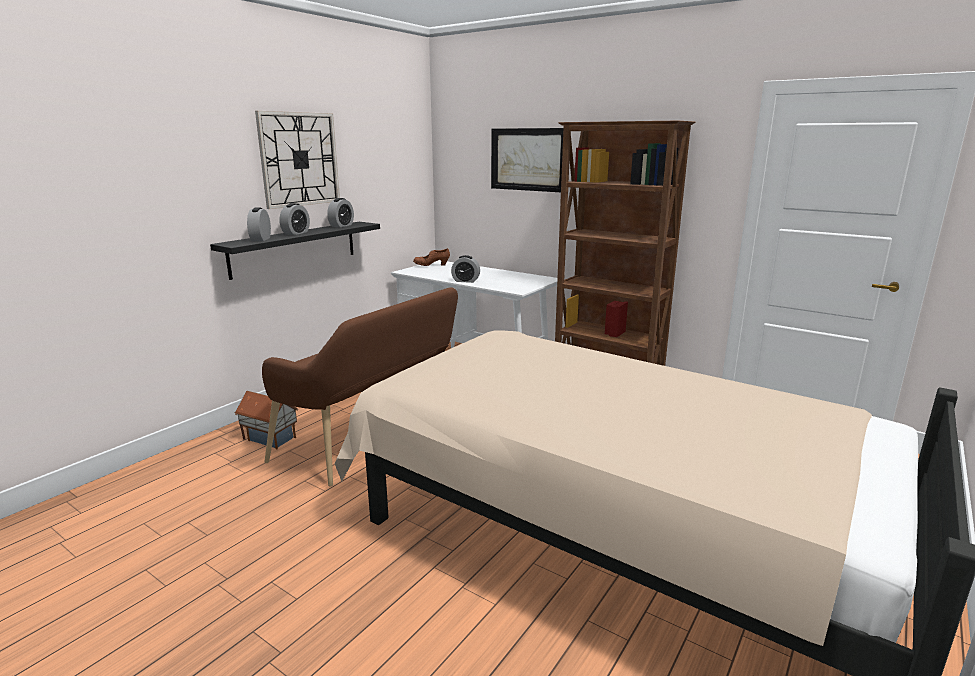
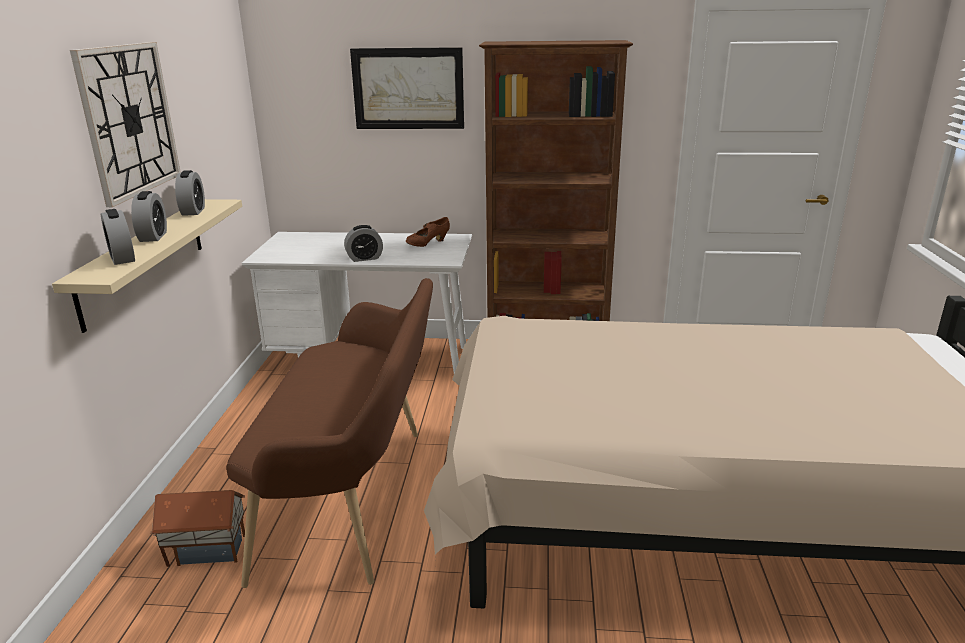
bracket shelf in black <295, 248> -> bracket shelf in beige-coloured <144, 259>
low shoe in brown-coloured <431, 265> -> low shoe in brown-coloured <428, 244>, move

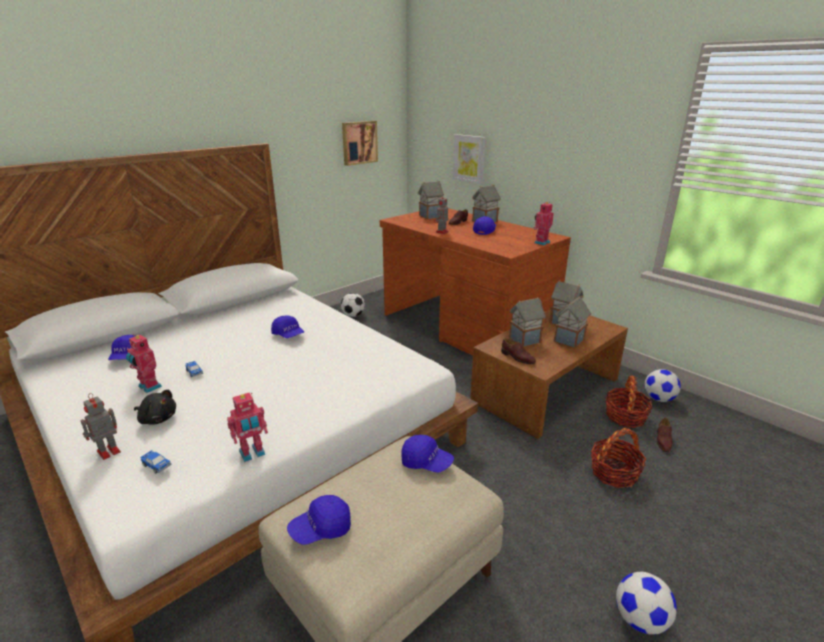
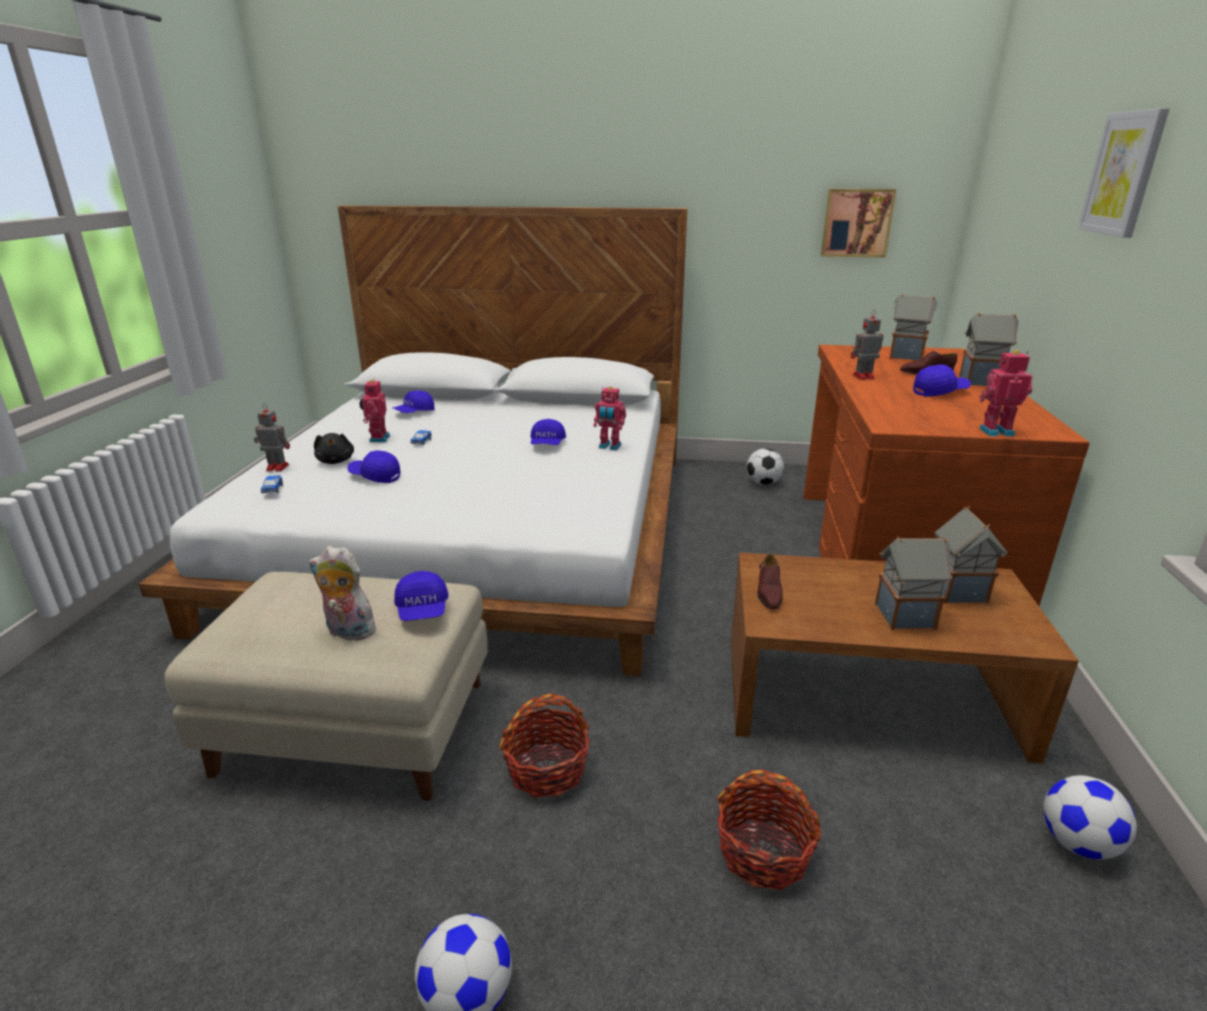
toy robot <252, 454> -> toy robot <609, 447>, move
baseball cap in blue-coloured <321, 529> -> baseball cap in blue-coloured <375, 476>, move
picture <469, 158> -> picture <1123, 174>, move
miniature house <524, 340> -> none
basket <625, 416> -> basket <547, 769>, move
low shoe in brown-coloured <663, 440> -> none
none -> plush toy <347, 632>

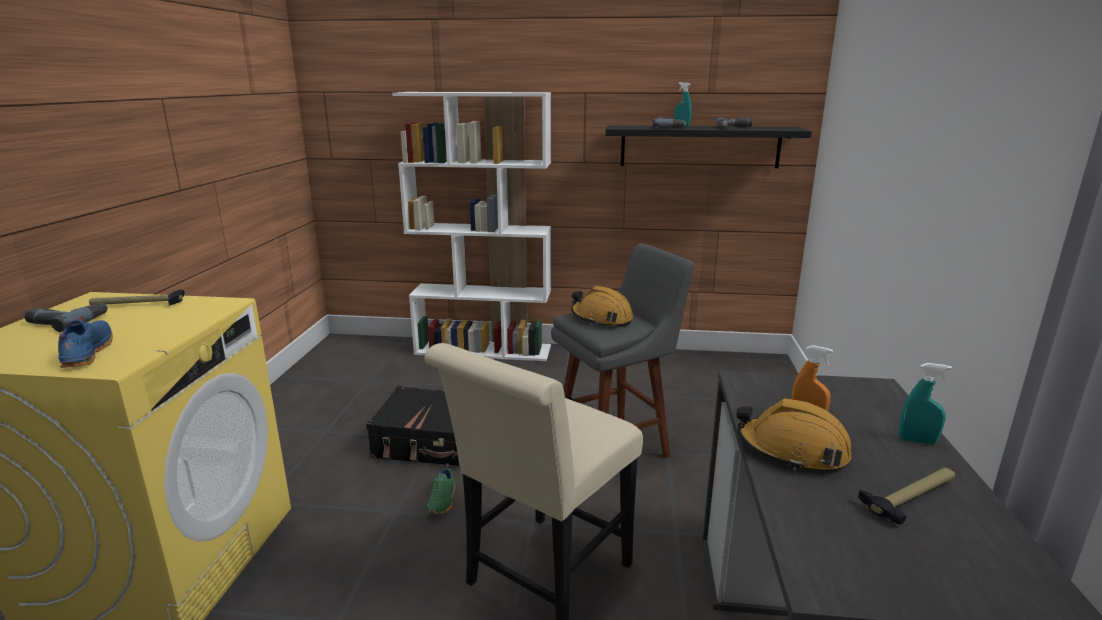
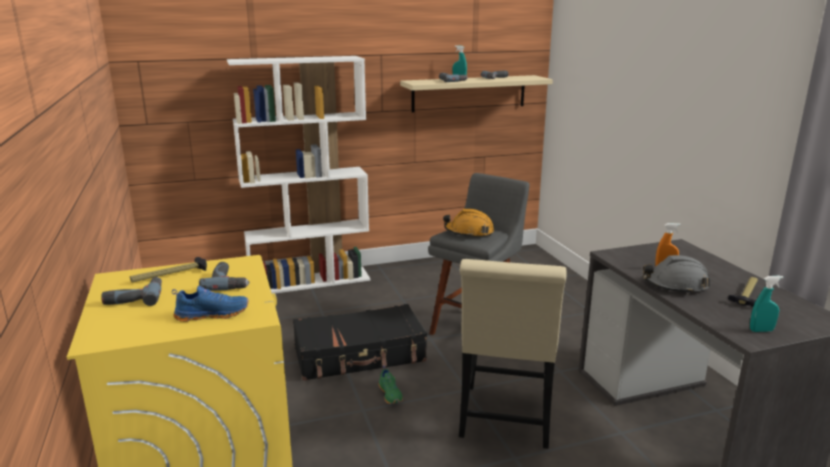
low shoe in blue-coloured <86, 353> -> low shoe in blue-coloured <212, 314>, 120 degrees clockwise
bracket shelf in black <699, 146> -> bracket shelf in beige-coloured <469, 93>
safety helmet in orangey <792, 450> -> safety helmet in greyish <675, 285>
sprayer in turquoise <917, 441> -> sprayer in turquoise <761, 330>, move
none -> drill <228, 282>

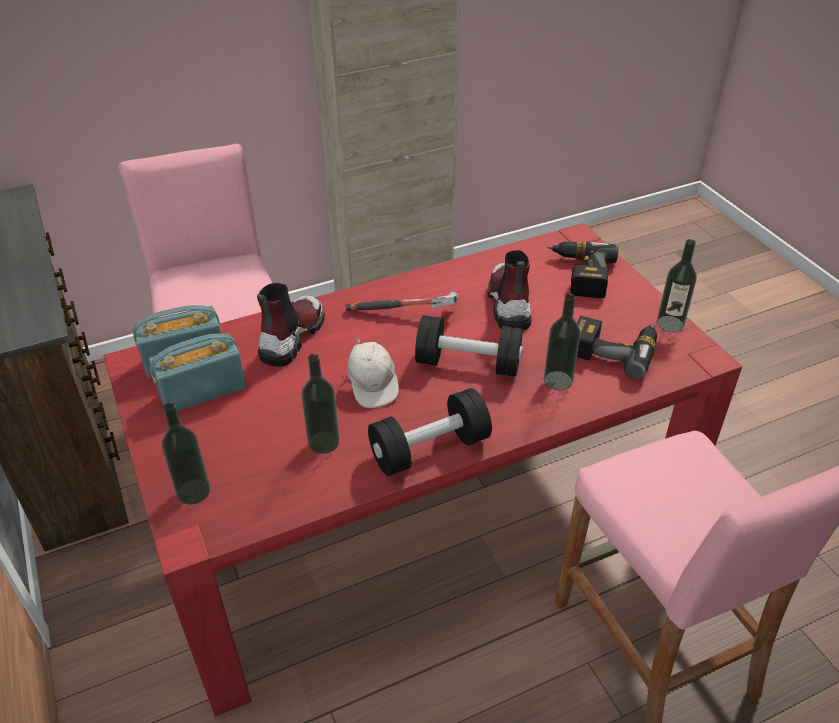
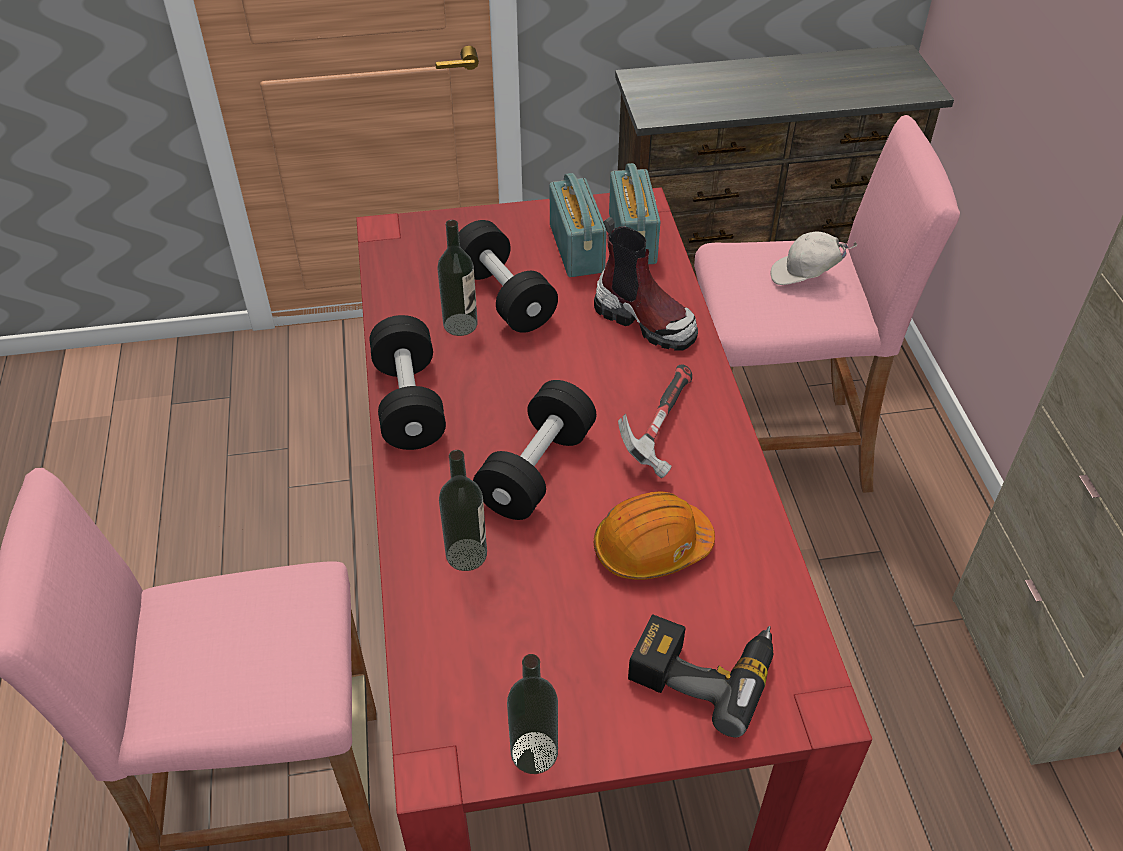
drink bottle <193, 491> -> none
baseball cap in white <373, 385> -> baseball cap in white <805, 276>, move
high-top boot <508, 303> -> safety helmet in orangey <651, 548>
drill <613, 349> -> none
none -> hand weight in black <504, 297>

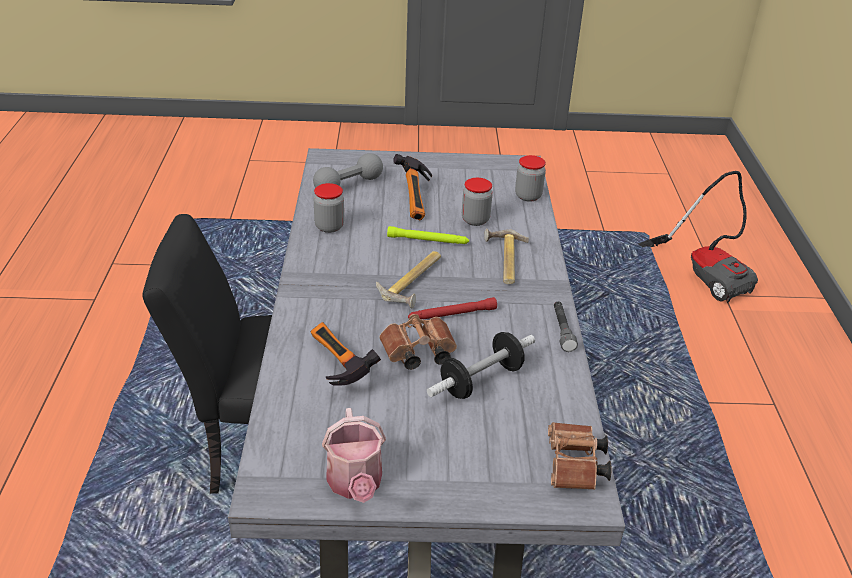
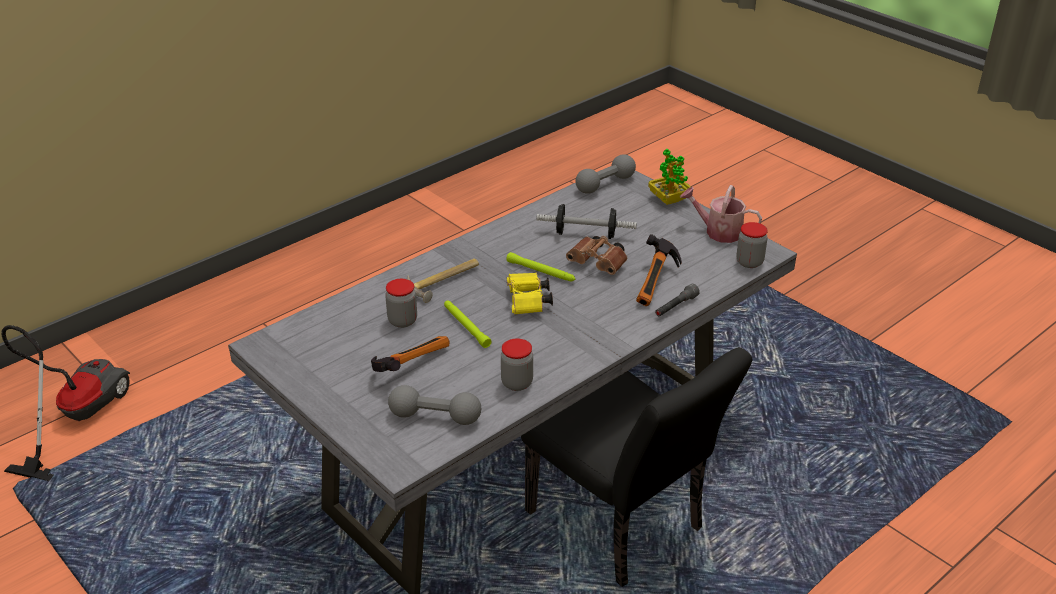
sprinkling can <355, 484> -> sprinkling can <718, 231>, 105 degrees counterclockwise
hammer <415, 282> -> pair of binoculars in yellow <528, 303>
hand torch in red-coloured <451, 314> -> hand torch in green-coloured <541, 272>
preserve jar <528, 196> -> preserve jar <749, 262>, move
pair of binoculars in brown-coloured <574, 468> -> hand weight in greyish <605, 184>
hand torch in greyish <562, 331> -> hand torch in greyish <675, 307>, move
none -> houseplant <669, 199>

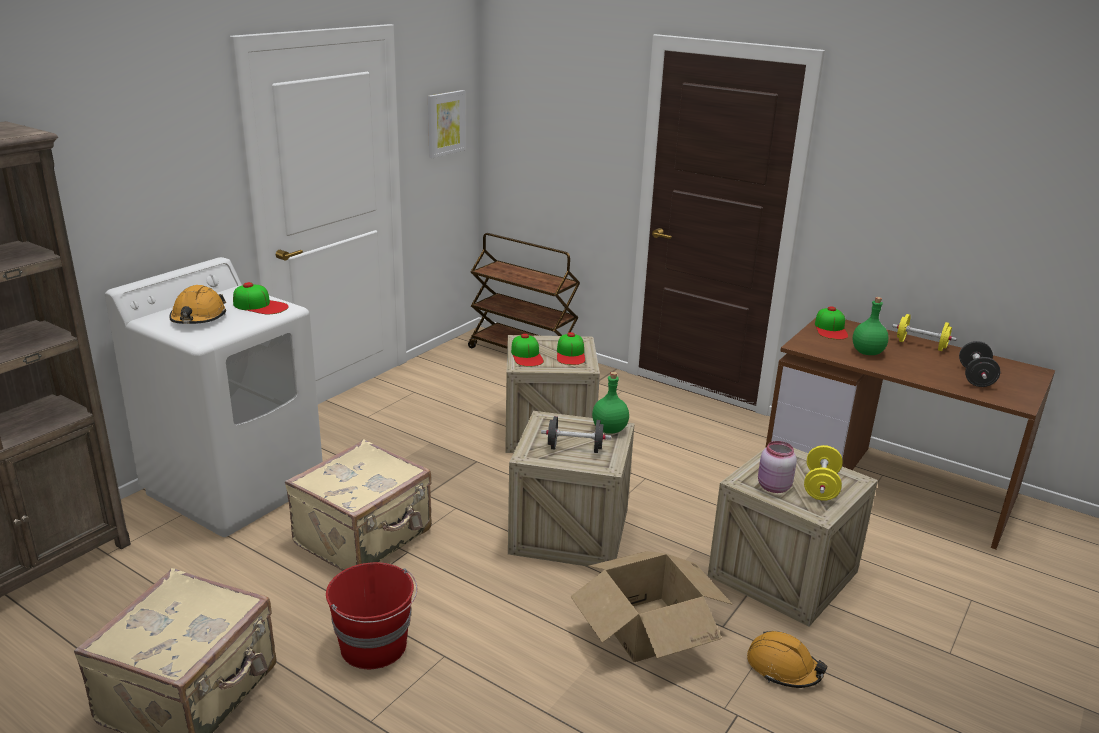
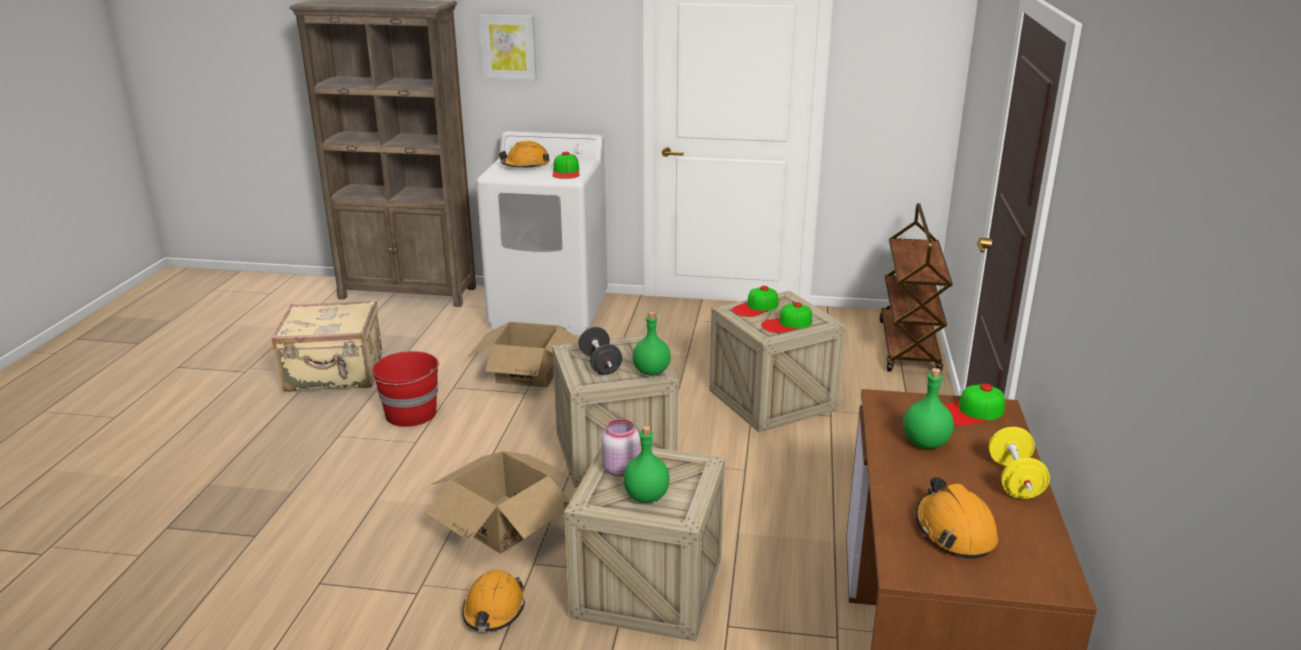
travel case in beige-coloured <365, 538> -> cardboard box <529, 372>
picture <445, 123> -> picture <508, 47>, move
hand weight in yellow <820, 487> -> drink bottle in green-coloured <646, 497>
hand weight in black <975, 377> -> safety helmet in orangey <954, 530>

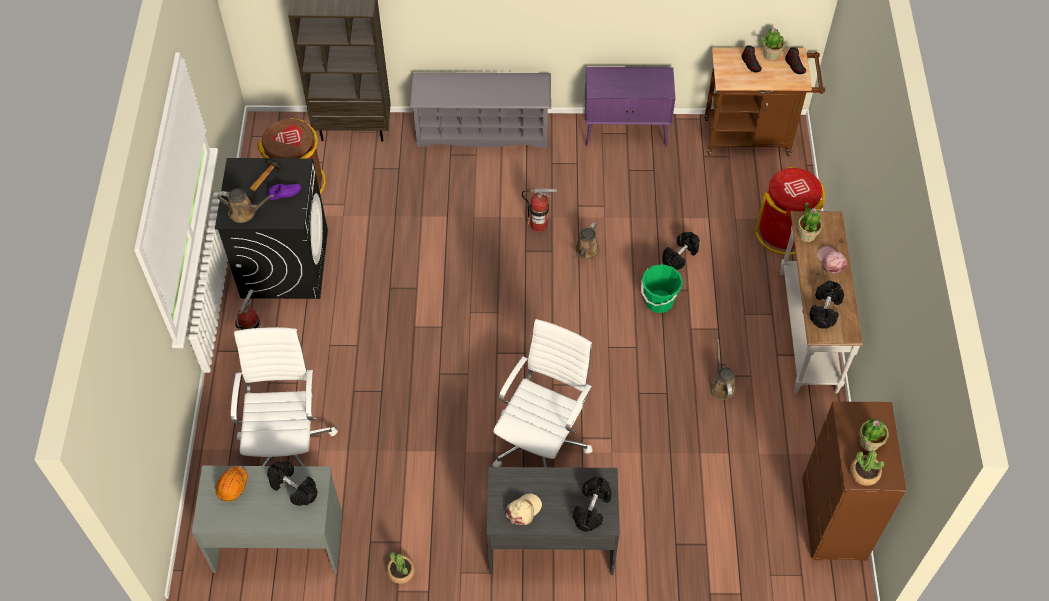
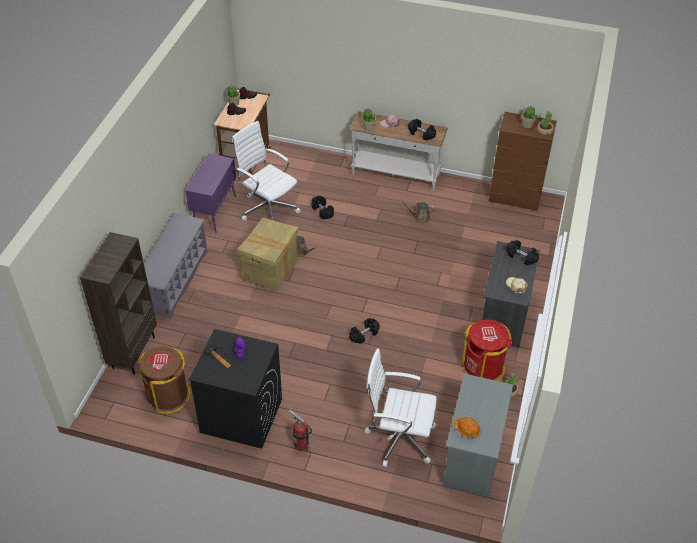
sprinkling can in brown-coloured <245, 212> -> none
hand weight in black <293, 488> -> hand weight in black <364, 335>, move
desk chair in white <542, 442> -> desk chair in white <268, 208>, move
fire extinguisher <539, 224> -> cardboard box <270, 269>
pail in green-coloured <659, 301> -> none
rubbish bin in red-coloured <784, 232> -> rubbish bin in red-coloured <483, 367>, move

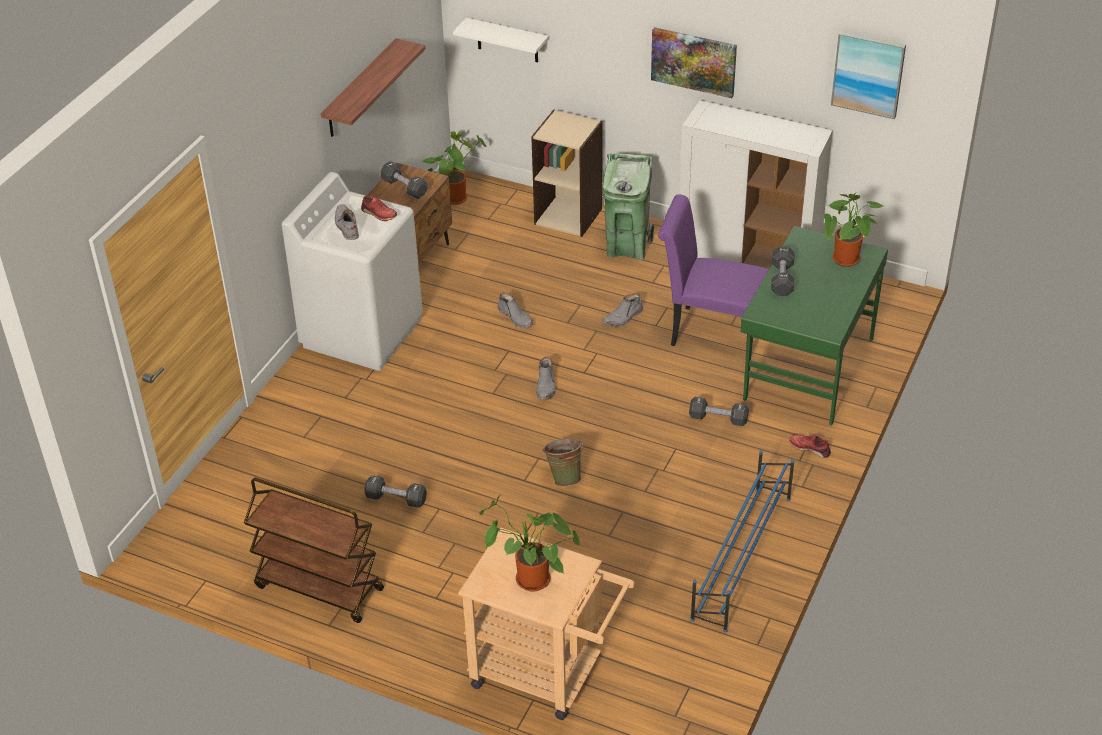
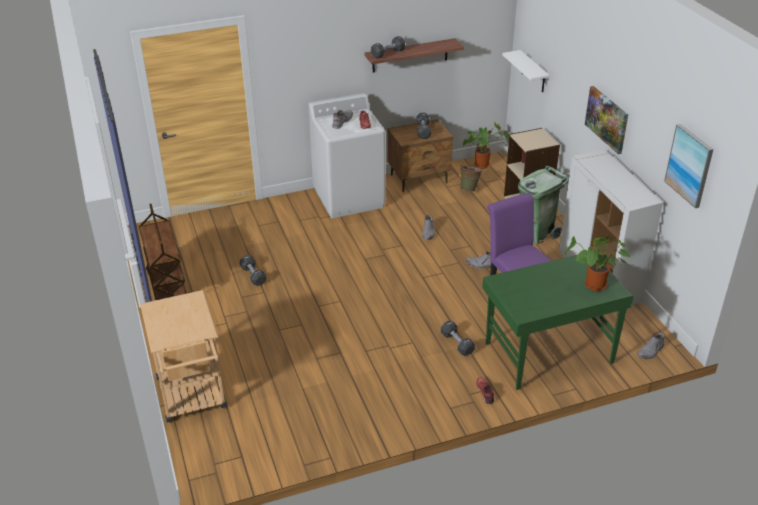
houseplant <529, 581> -> none
high-top boot in greyish <546, 386> -> high-top boot in greyish <650, 351>, move
pail in green-coloured <564, 477> -> pail in green-coloured <469, 189>, move
shoe stand in blue-coloured <741, 558> -> none
hand weight in black <782, 279> -> hand weight in black <388, 53>, move

